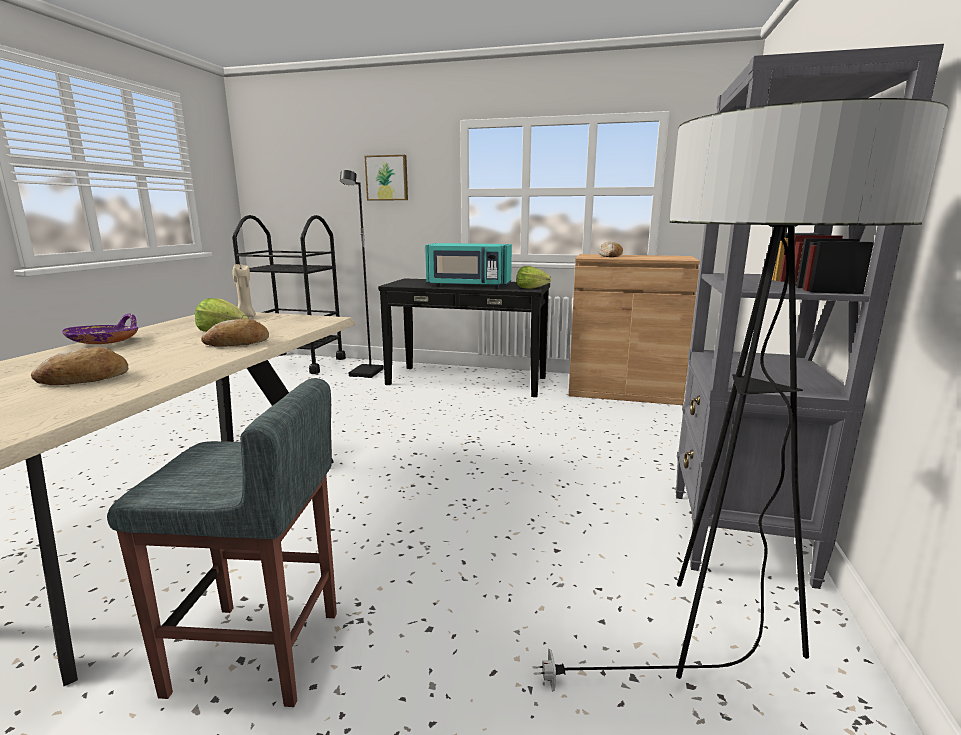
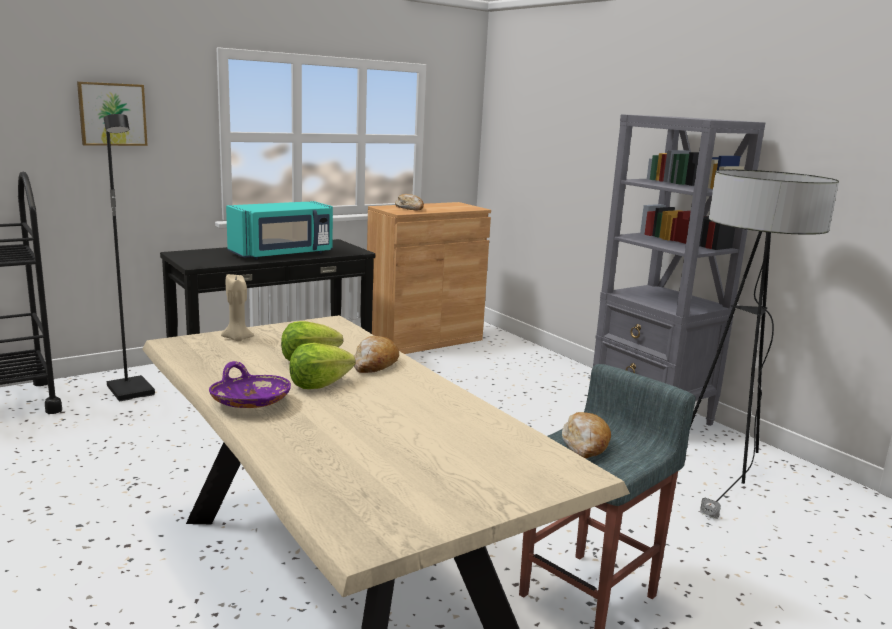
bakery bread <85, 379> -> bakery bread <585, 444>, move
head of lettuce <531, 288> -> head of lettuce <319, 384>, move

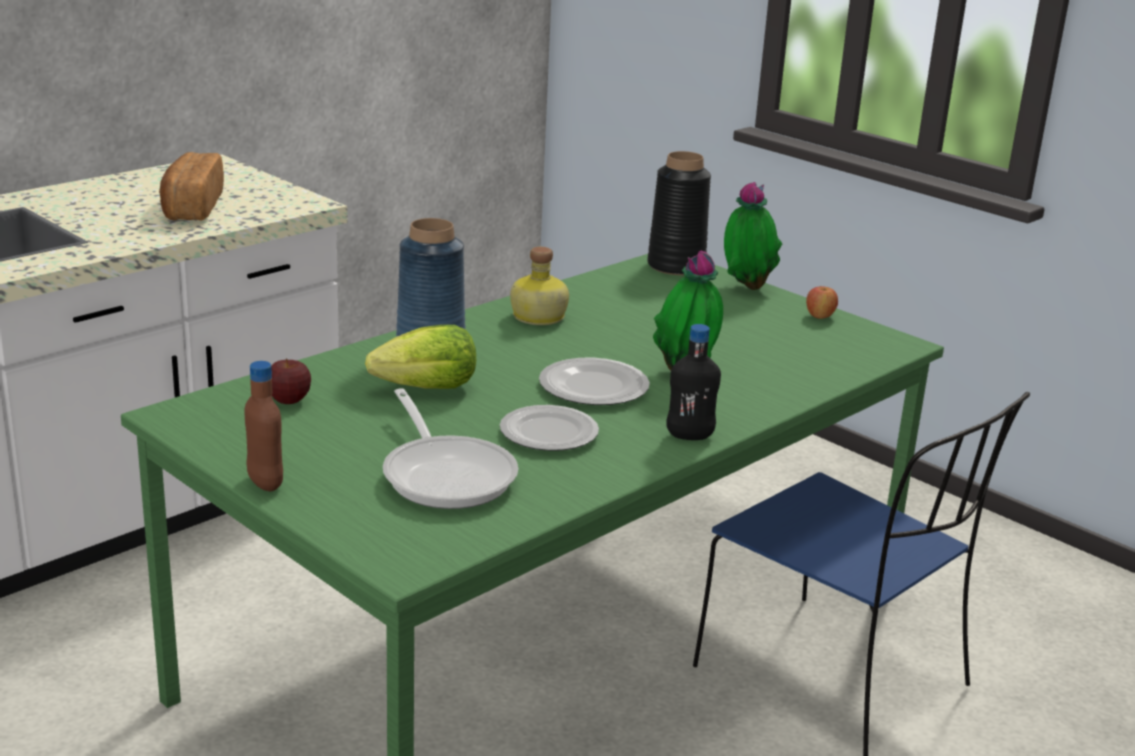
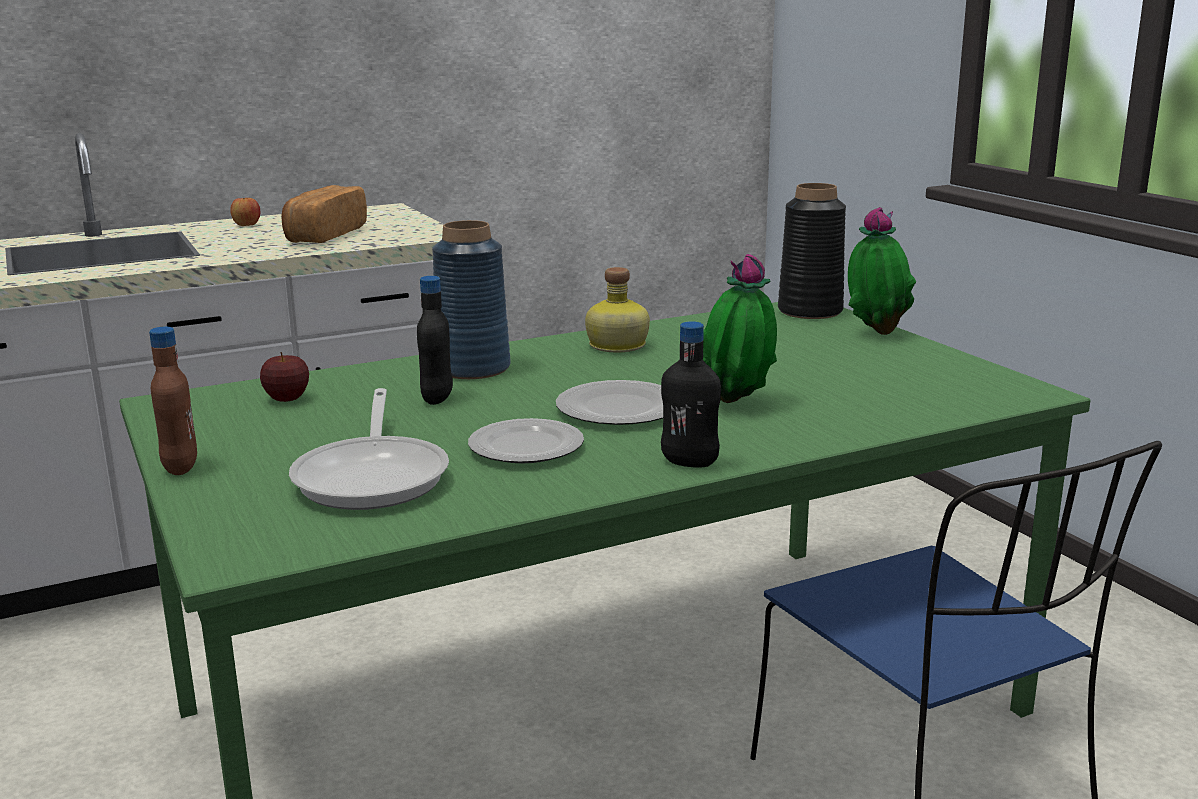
head of lettuce <428, 389> -> drink bottle in black <437, 398>
apple fruit <819, 316> -> apple fruit <247, 225>, move

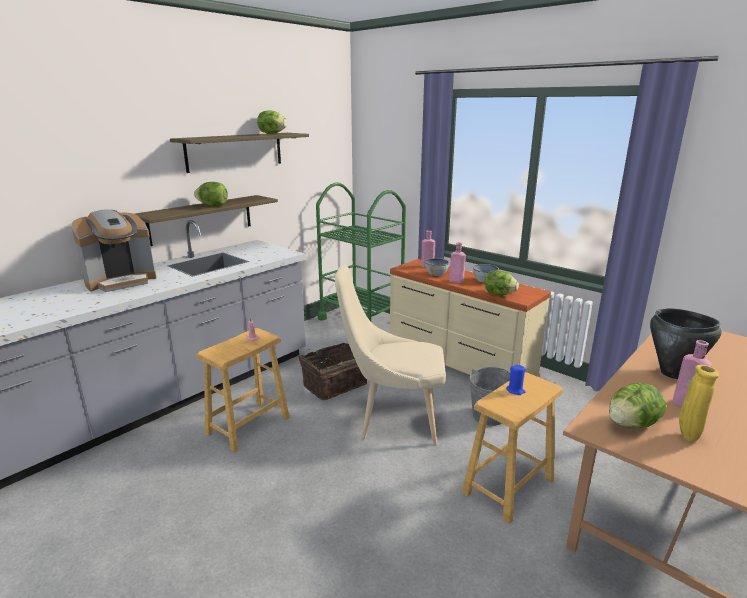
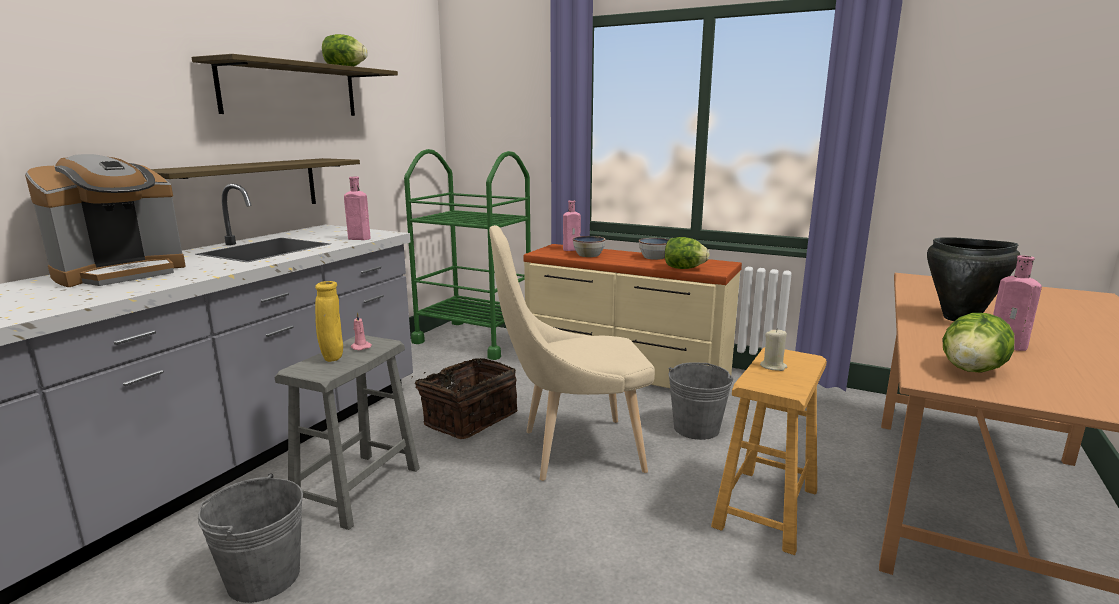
head of lettuce <213, 205> -> none
stool in brown-coloured <248, 425> -> stool in greyish <358, 489>
drink bottle in pink-coloured <455, 281> -> drink bottle in pink-coloured <357, 238>, move
candle in blue-coloured <515, 390> -> candle in beige-coloured <773, 366>
decorative vase in yellow <687, 436> -> decorative vase in yellow <332, 359>, move
none -> pail in greyish <263, 577>

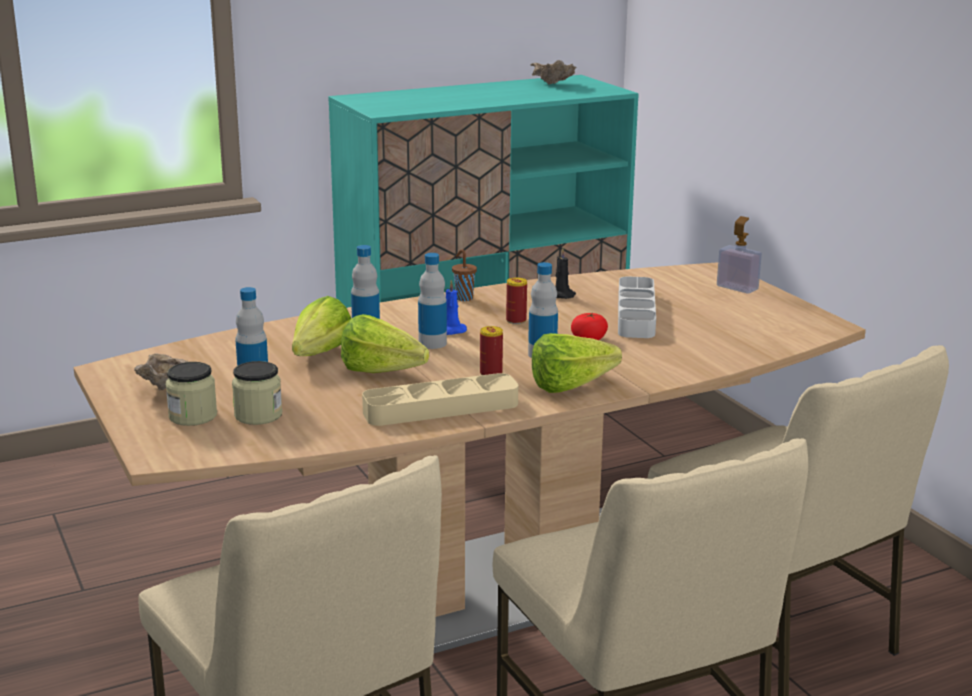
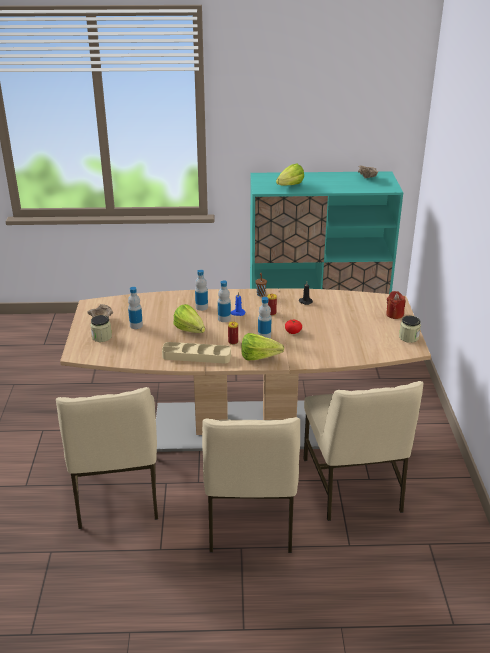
preserve jar <258, 415> -> preserve jar <408, 337>, move
head of lettuce <315, 357> -> head of lettuce <287, 186>, move
carrying tray in greyish <636, 314> -> none
liquid soap bottle <737, 287> -> candle in red-coloured <394, 314>

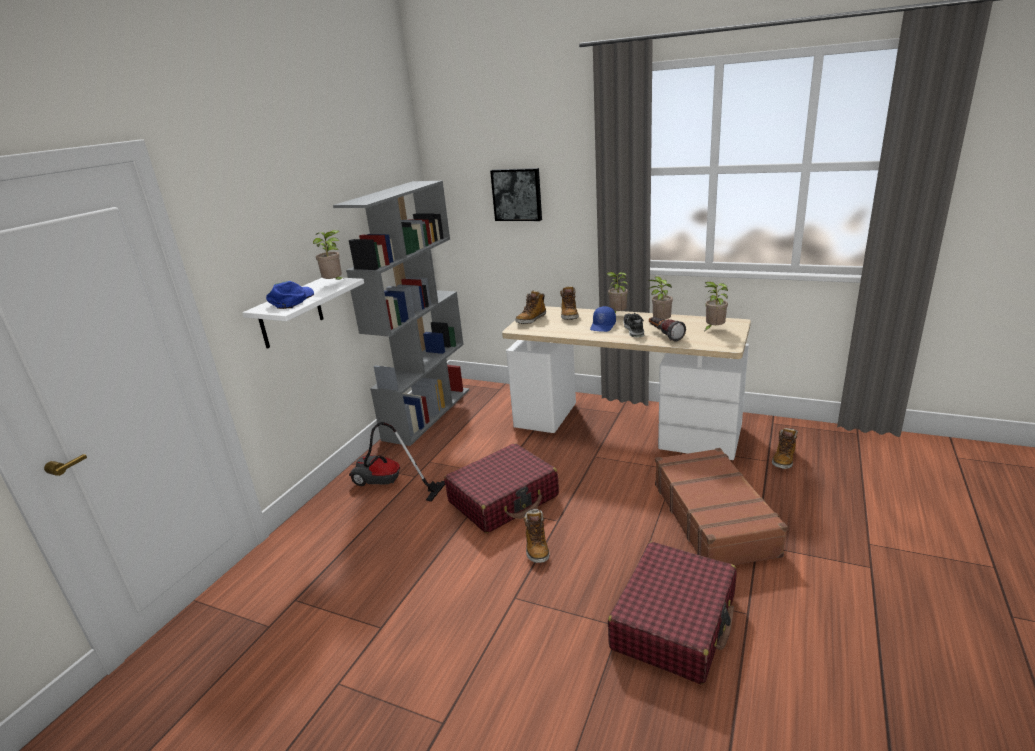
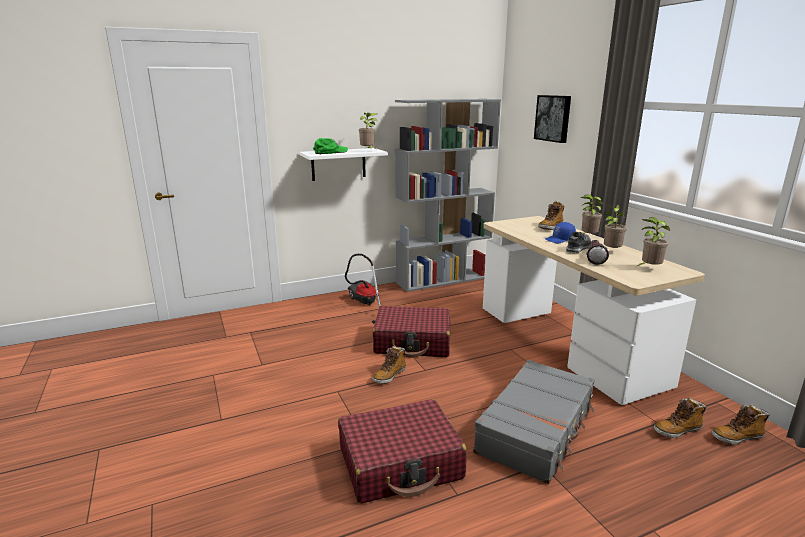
baseball cap in blue-coloured <292, 300> -> baseball cap in green-coloured <330, 152>
high-top boot <531, 319> -> high-top boot <737, 437>, move
travel case in brown-coloured <714, 518> -> travel case in greyish <536, 429>

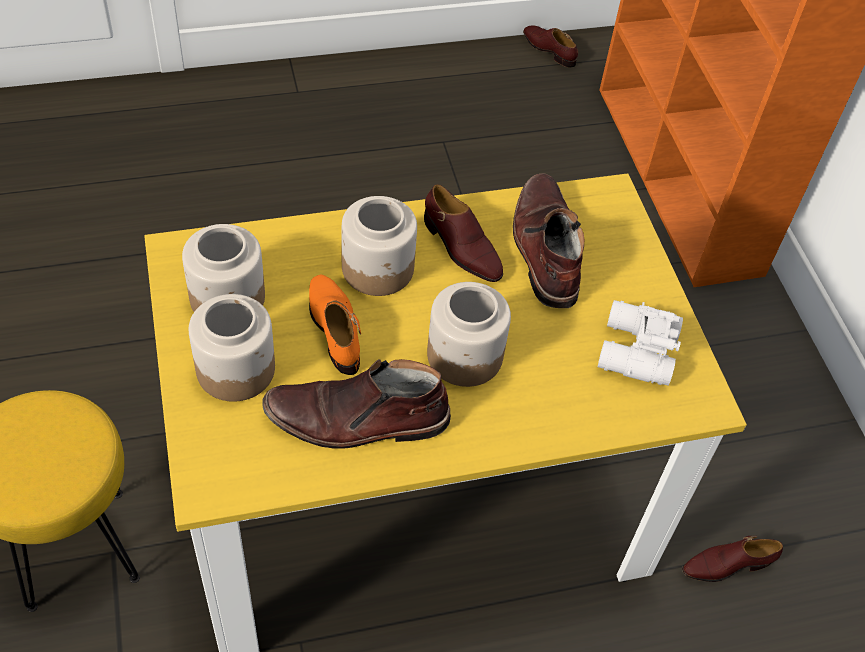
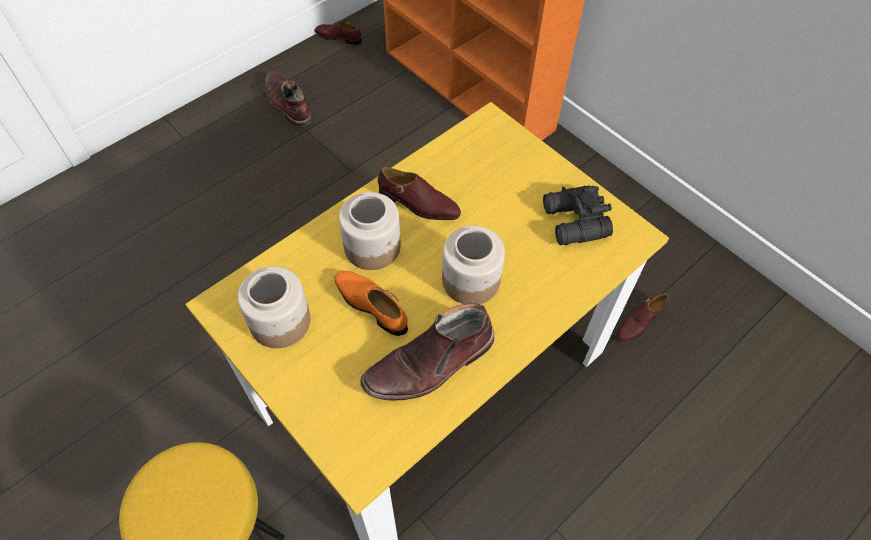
preserve jar <236, 368> -> none
high-top boot in brown-coloured <544, 248> -> high-top boot in brown-coloured <287, 104>, move
pair of binoculars in white <634, 352> -> pair of binoculars in black <574, 223>

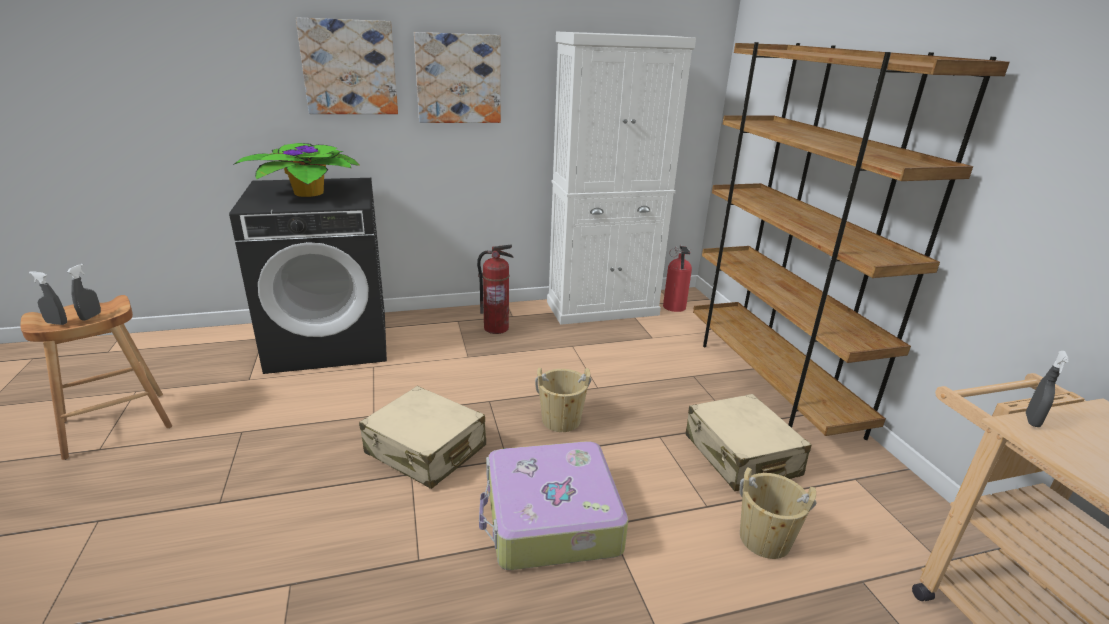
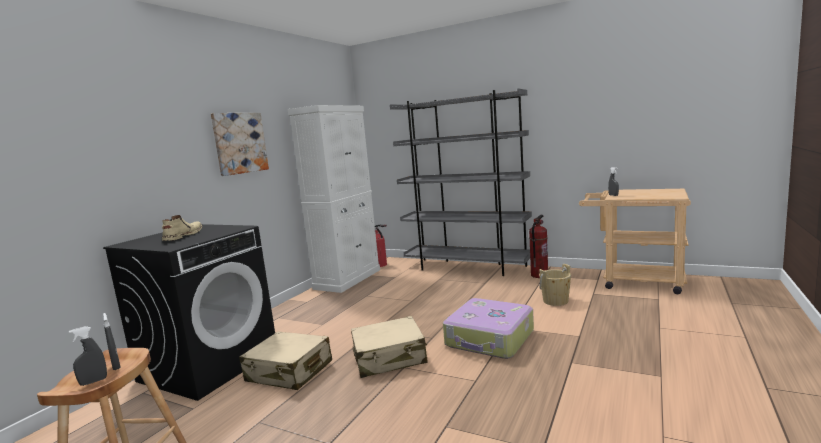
houseplant <305, 193> -> high-top boot in beige-coloured <183, 236>
picture <349, 67> -> none
fire extinguisher <496, 328> -> fire extinguisher <539, 275>, move
pail in beige-coloured <561, 420> -> none
travel case in beige-coloured <741, 455> -> travel case in beige-coloured <289, 372>, move
bookcase in brown-coloured <769, 381> -> bookcase in greyish <467, 267>

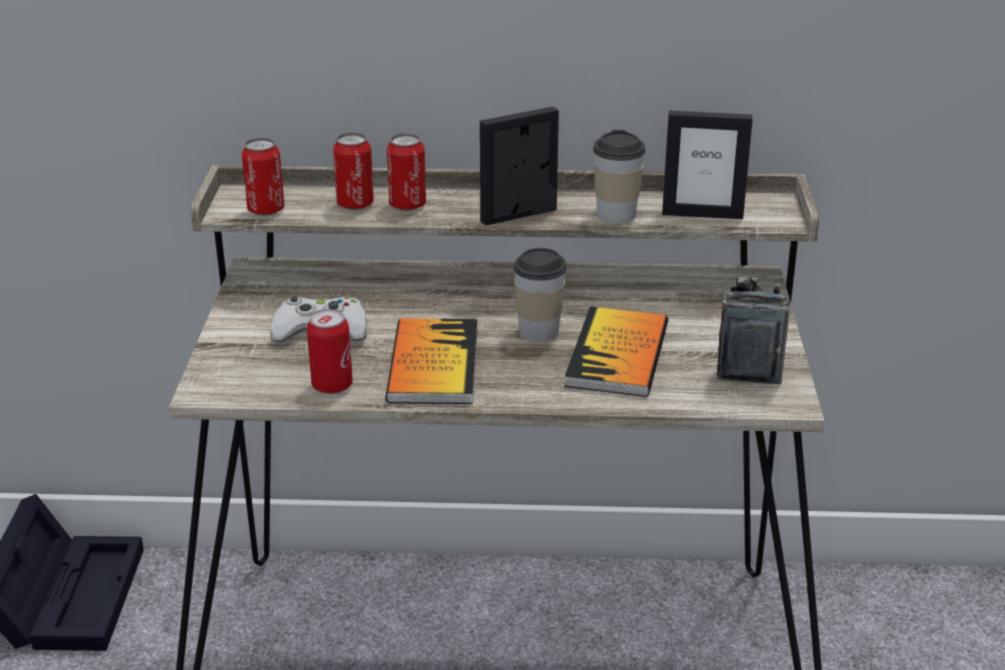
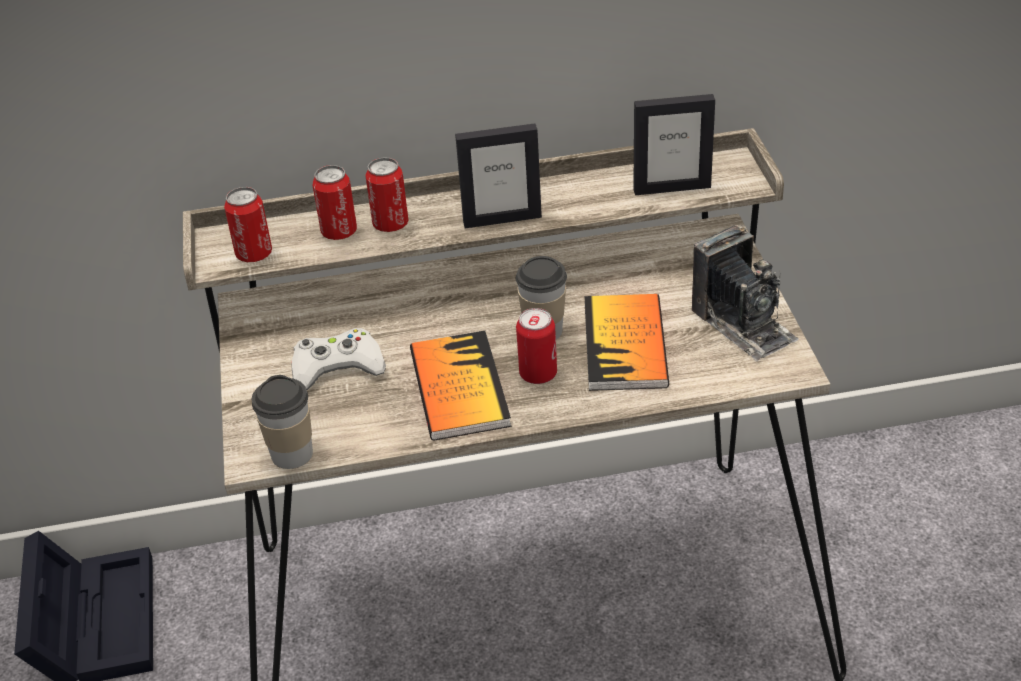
metal can <332, 386> -> metal can <538, 374>, move
picture frame <519, 216> -> picture frame <502, 219>, 150 degrees counterclockwise
cup <616, 215> -> cup <292, 454>, move
still camera <749, 356> -> still camera <743, 324>, 150 degrees clockwise

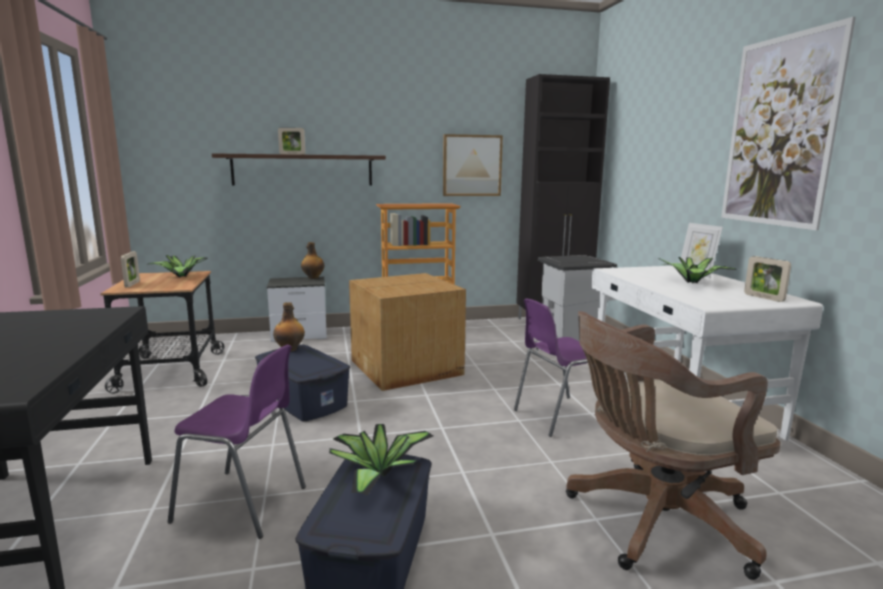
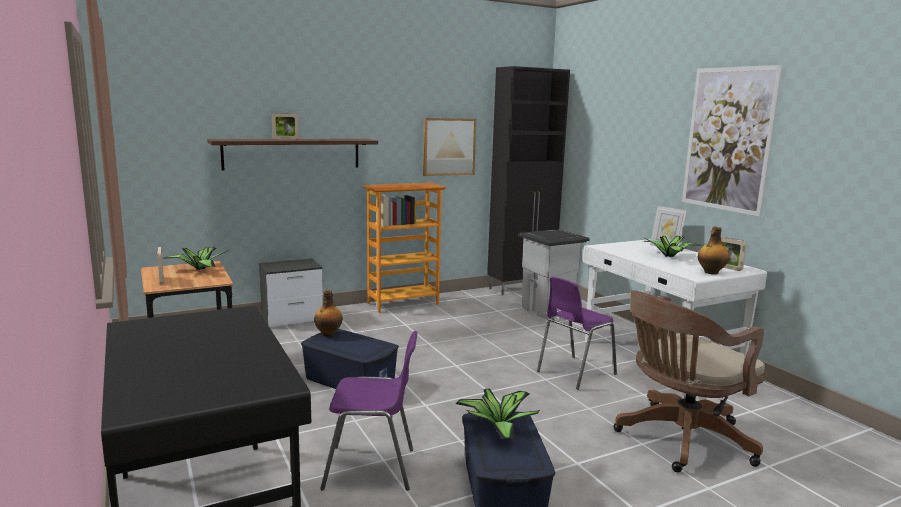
drink bottle <313, 278> -> drink bottle <710, 272>, move
cardboard box <408, 367> -> none

